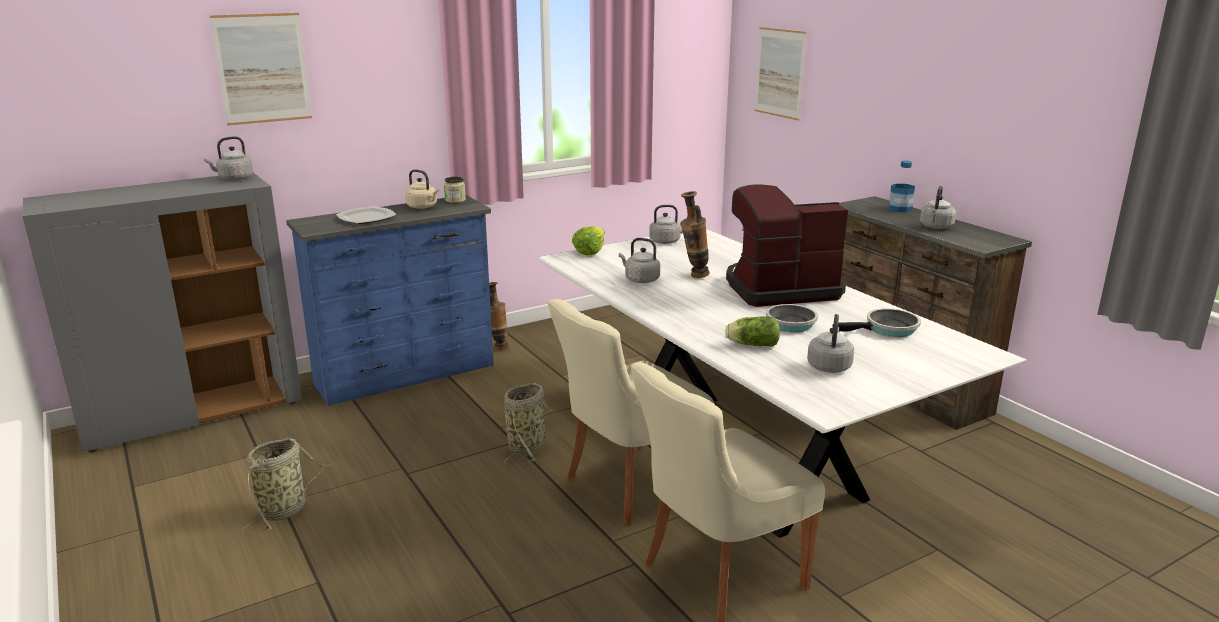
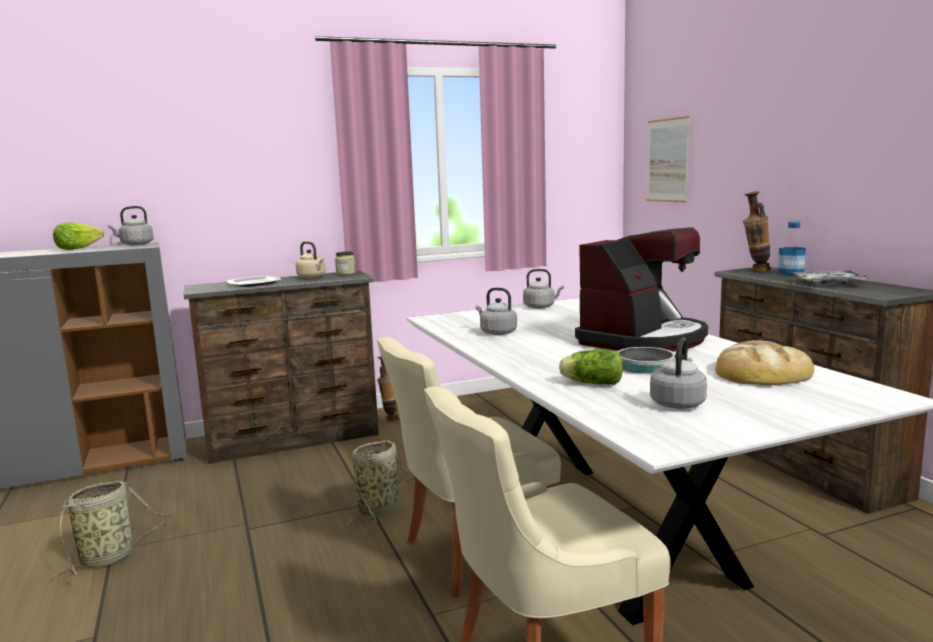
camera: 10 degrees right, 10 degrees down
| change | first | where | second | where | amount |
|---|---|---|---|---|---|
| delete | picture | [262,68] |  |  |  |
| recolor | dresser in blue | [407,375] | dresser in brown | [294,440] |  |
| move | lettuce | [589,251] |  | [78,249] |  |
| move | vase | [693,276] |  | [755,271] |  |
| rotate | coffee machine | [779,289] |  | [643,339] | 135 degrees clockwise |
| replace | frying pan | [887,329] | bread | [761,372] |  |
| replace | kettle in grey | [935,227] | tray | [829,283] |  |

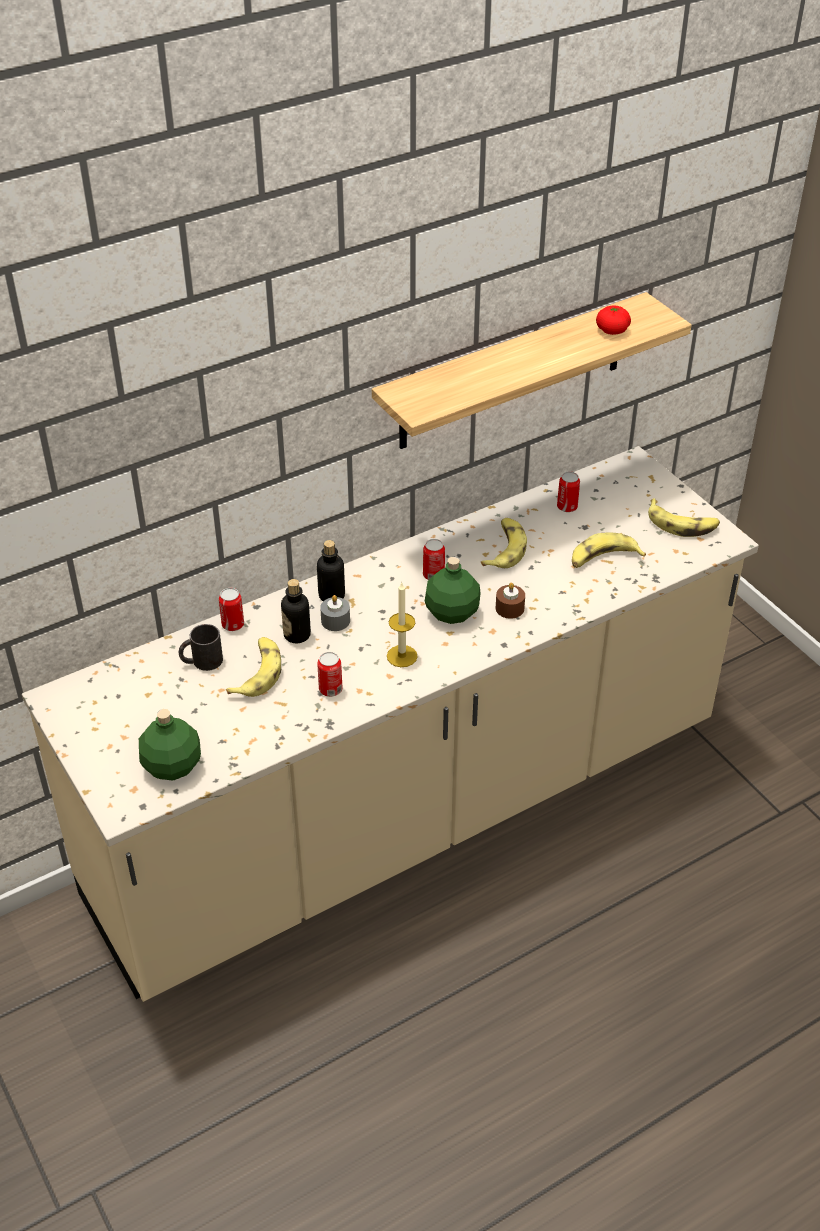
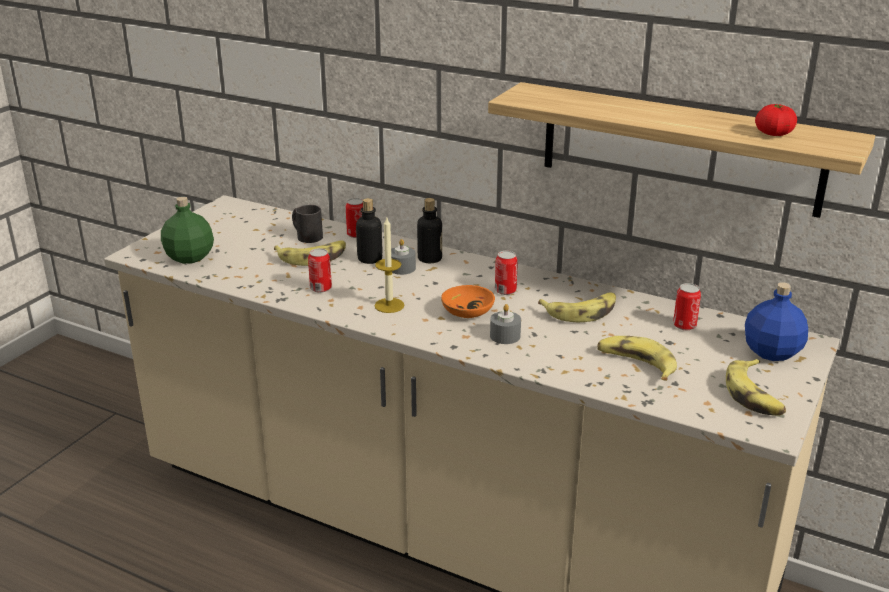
camera: 60 degrees right, 15 degrees down
| change | first | where | second | where | amount |
|---|---|---|---|---|---|
| replace | bottle in green | [451,613] | bowl in orange | [467,311] |  |
| recolor | candle in brown | [509,608] | candle in grey | [505,336] |  |
| insert |  |  | bottle in blue | [771,351] |  |

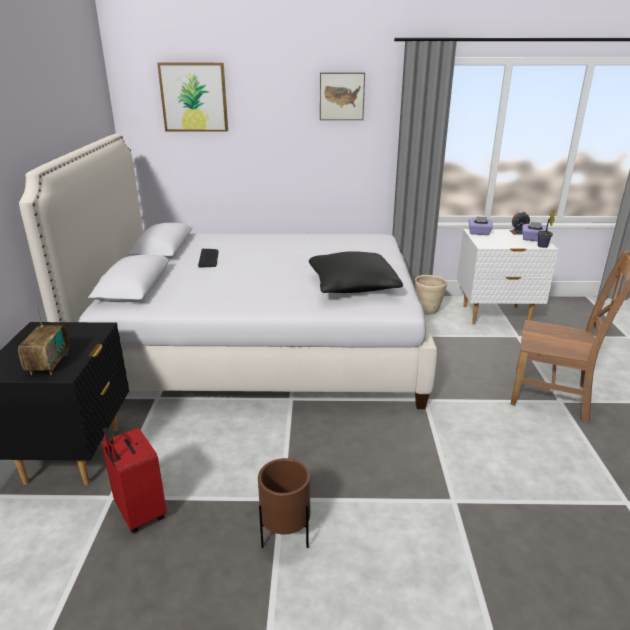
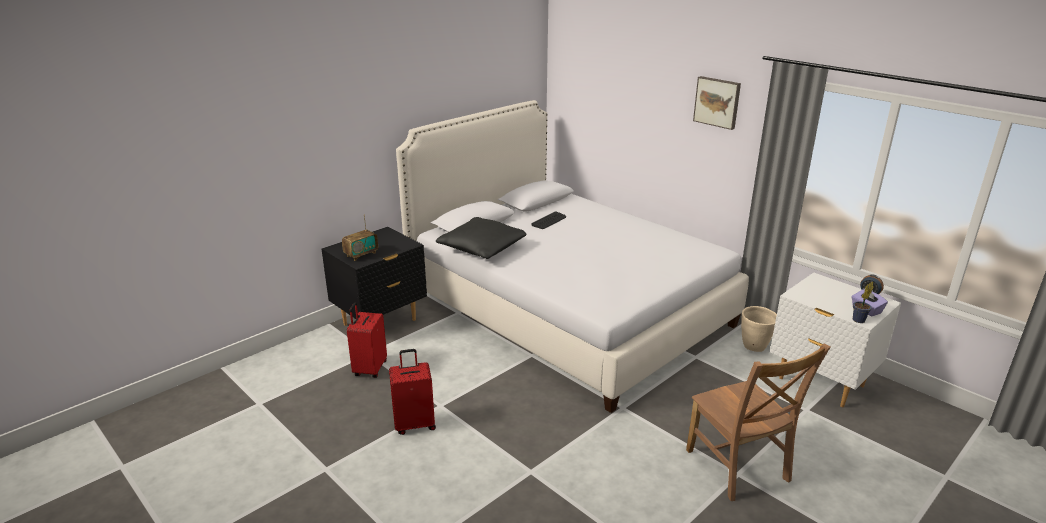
camera: 45 degrees right, 0 degrees up
| change | first | where | second | where | amount |
|---|---|---|---|---|---|
| delete | picture | [194,97] |  |  |  |
| replace | planter in brown | [286,537] | suitcase in red | [415,424] |  |
| move | pillow in black | [352,286] |  | [481,248] |  |
| delete | tissue box in purple | [479,233] |  |  |  |

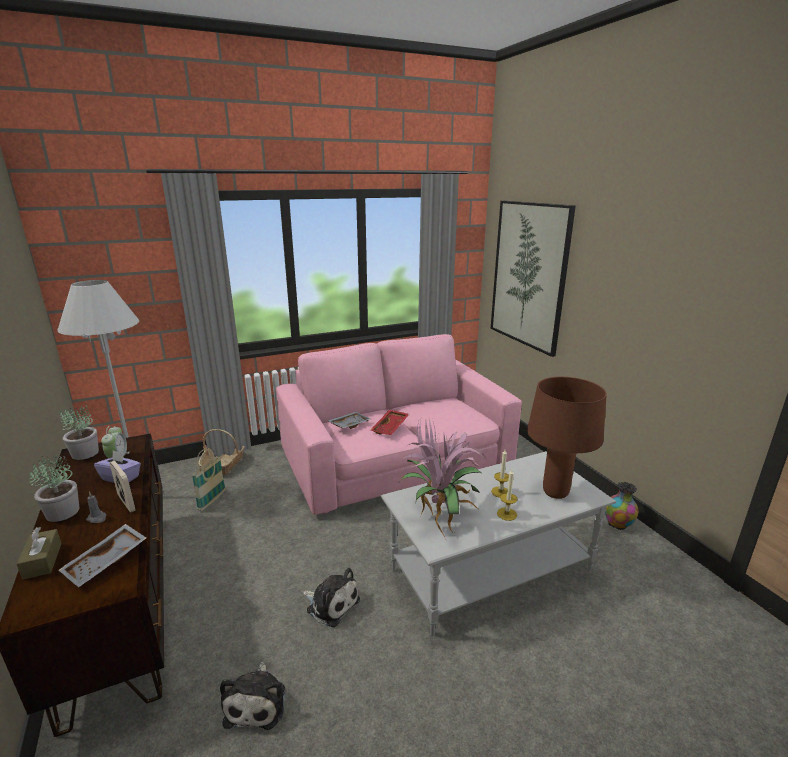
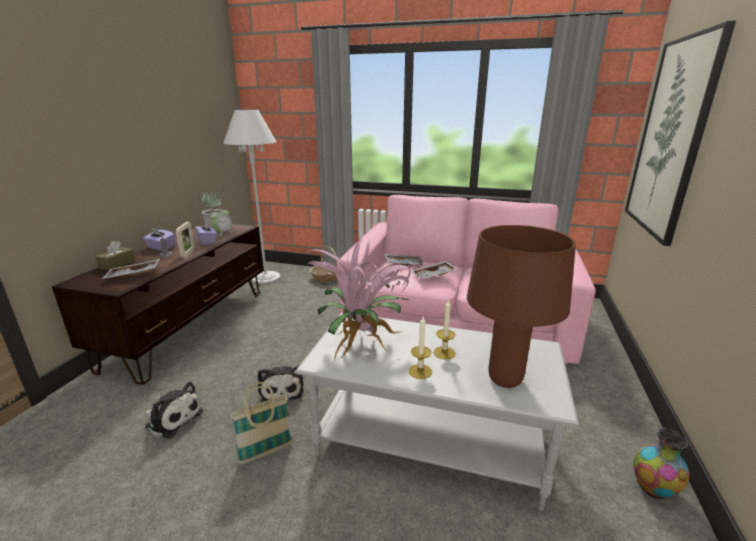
camera: 40 degrees right, 0 degrees up
| change | first | where | second | where | amount |
|---|---|---|---|---|---|
| replace | potted plant | [63,512] | tissue box in purple | [160,248] |  |
| move | basket | [212,500] |  | [265,452] |  |
| rotate | plush toy | [257,701] |  | [173,418] | 105 degrees counterclockwise |
| recolor | tray in red | [390,427] | tray in grey | [434,275] |  |

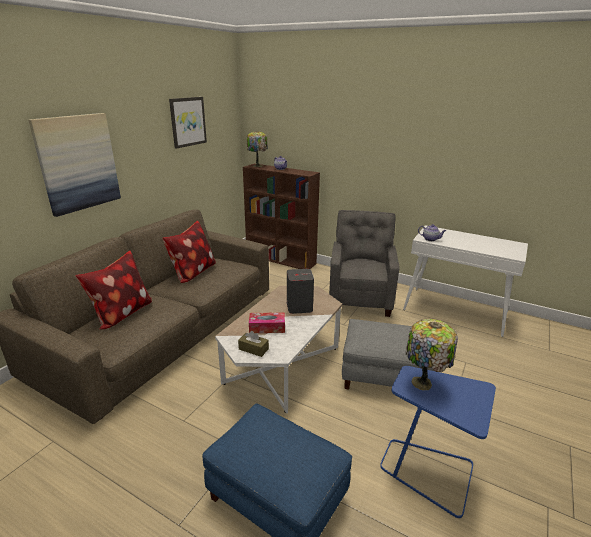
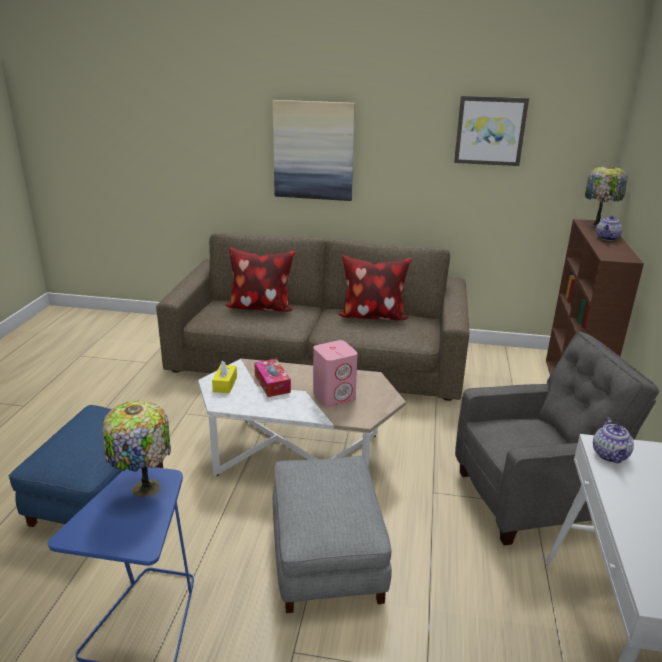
camera: 70 degrees right, 0 degrees up
| change | first | where | second | where | amount |
|---|---|---|---|---|---|
| recolor | tissue box in brown | [253,349] | tissue box in yellow | [225,384] |  |
| recolor | speaker in grey | [299,307] | speaker in pink | [334,396] |  |

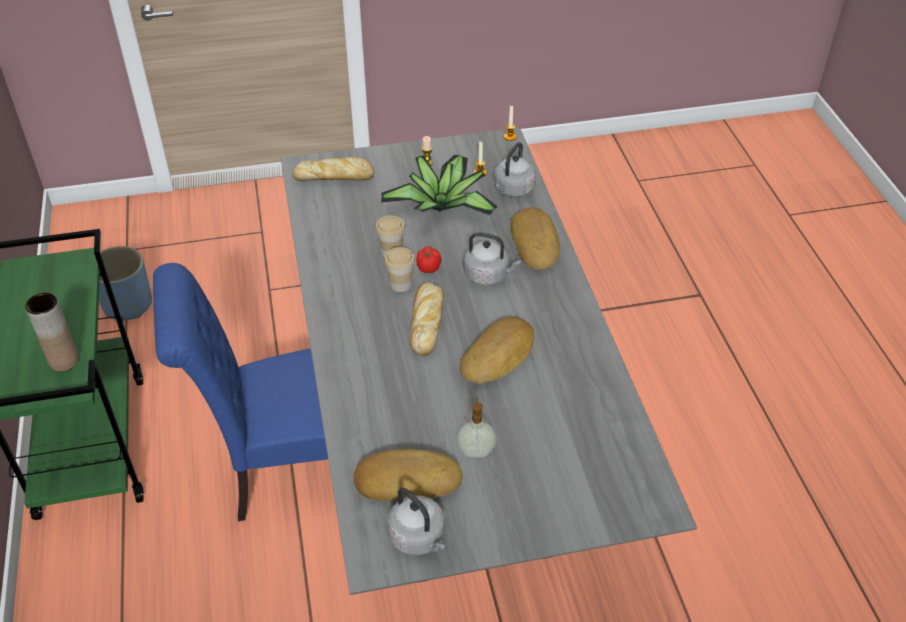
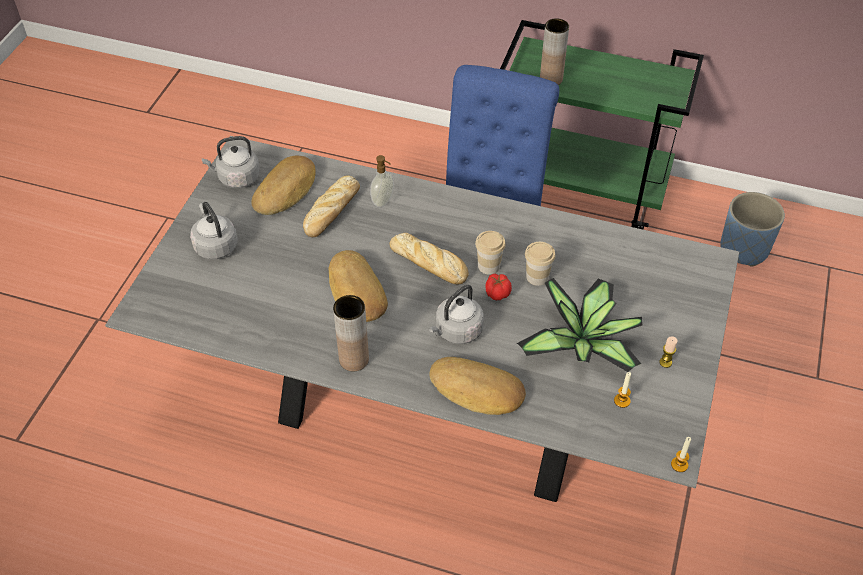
camera: 120 degrees right, 5 degrees up
| change | first | where | second | where | amount |
|---|---|---|---|---|---|
| move | bread | [335,176] |  | [331,212] |  |
| move | soap dispenser | [476,451] |  | [383,201] |  |
| move | kettle in grey | [512,190] |  | [215,245] |  |
| insert |  |  | vase in brown | [354,359] |  |

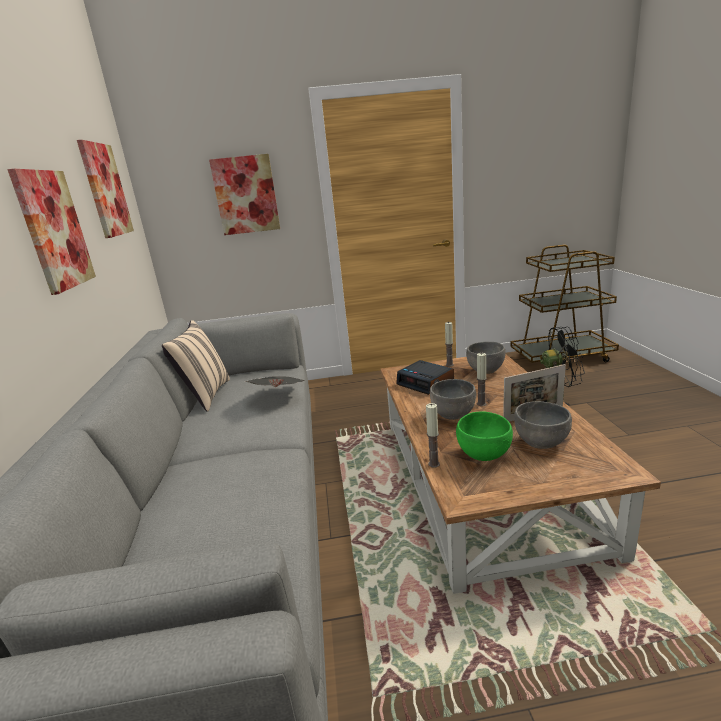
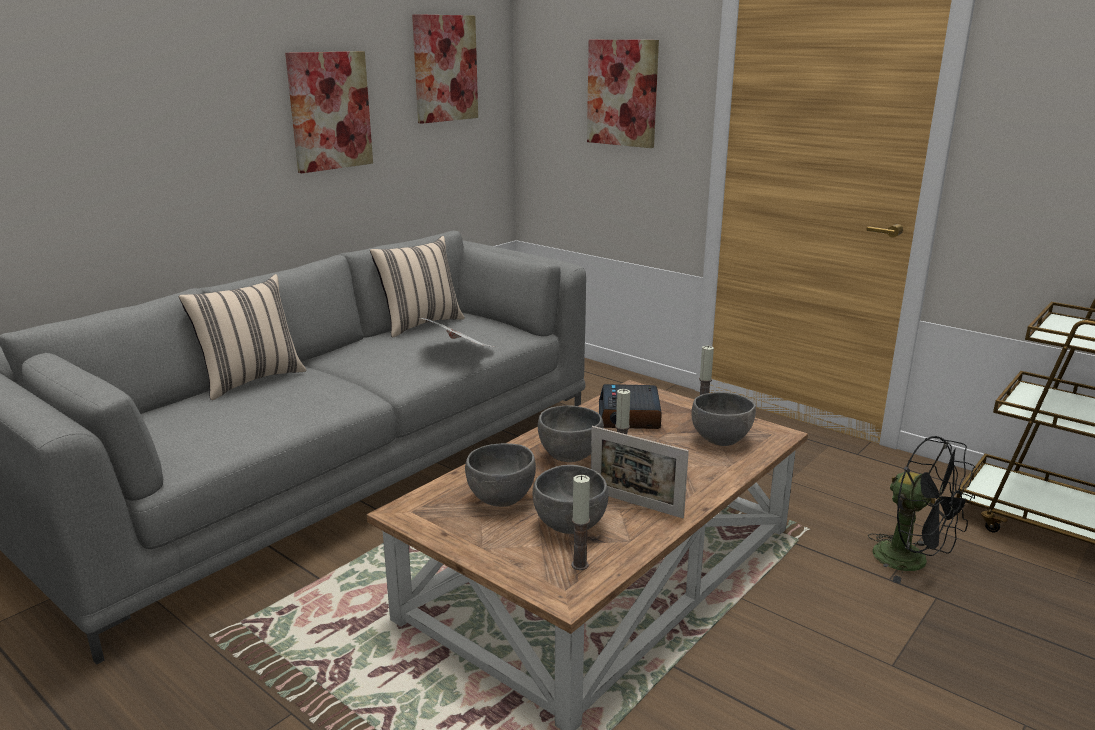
camera: 45 degrees right, 0 degrees up
| change | first | where | second | where | amount |
|---|---|---|---|---|---|
| move | candle | [434,464] |  | [579,565] |  |
| recolor | bowl in green | [483,455] | bowl in grey | [501,499] |  |
| insert |  |  | pillow in beige | [250,380] |  |

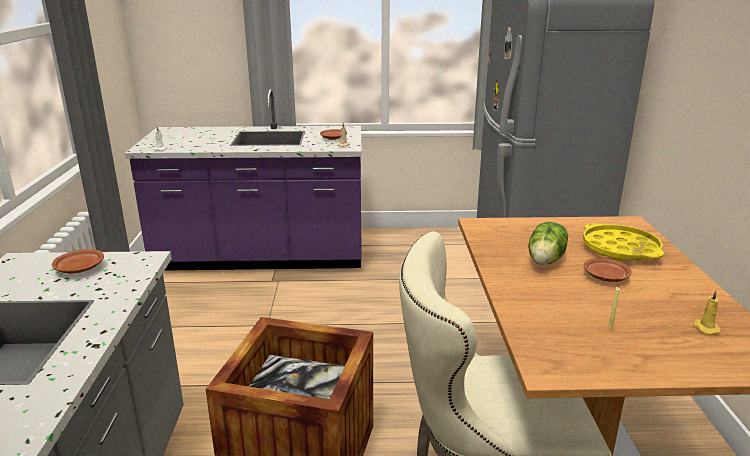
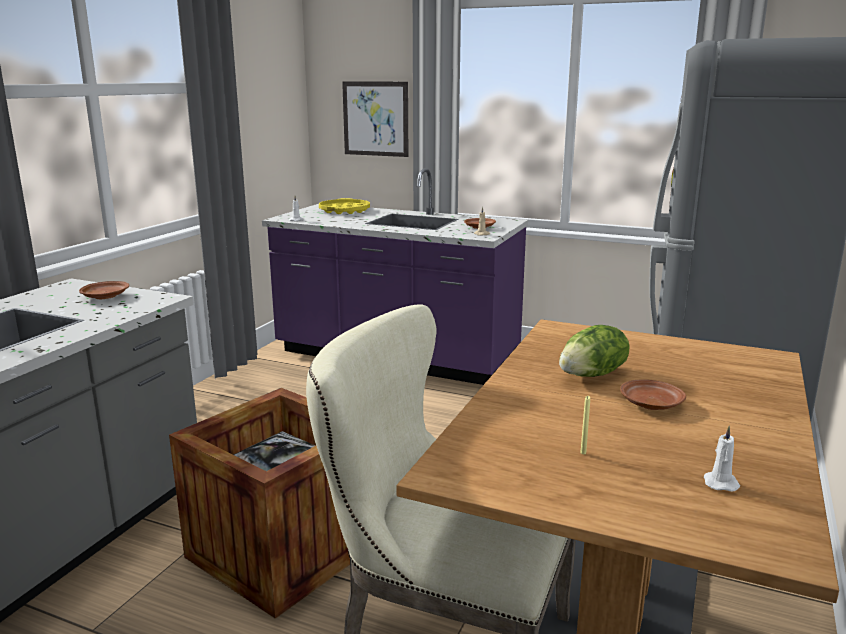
camera: 25 degrees right, 5 degrees down
| change | first | where | second | where | amount |
|---|---|---|---|---|---|
| move | tray in yellow | [620,249] |  | [344,211] |  |
| recolor | candle in yellow | [705,328] | candle in white | [720,482] |  |
| insert |  |  | picture | [375,119] |  |

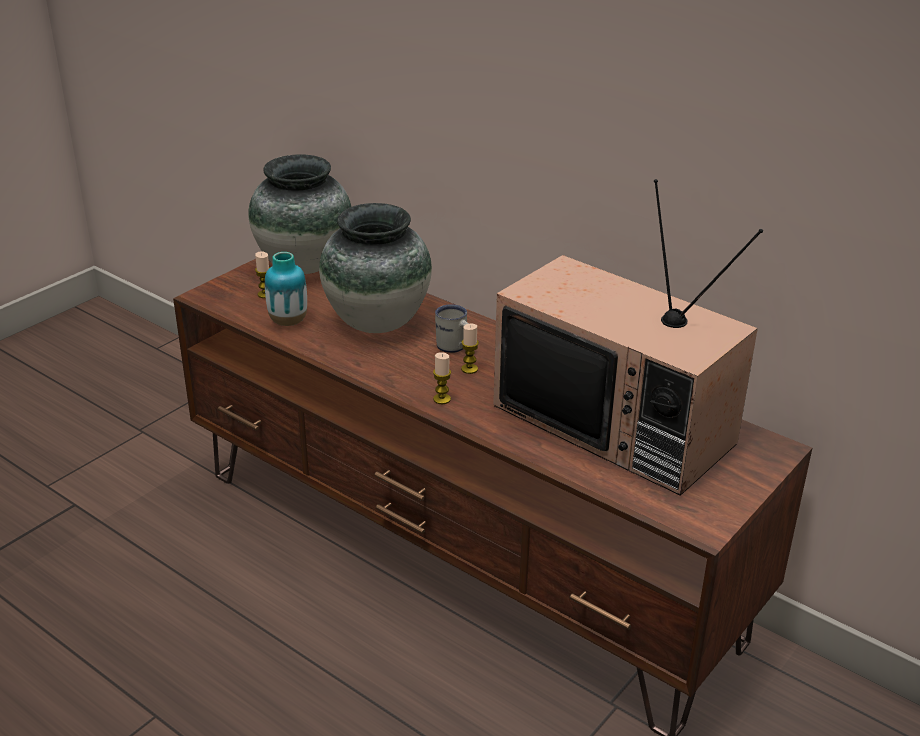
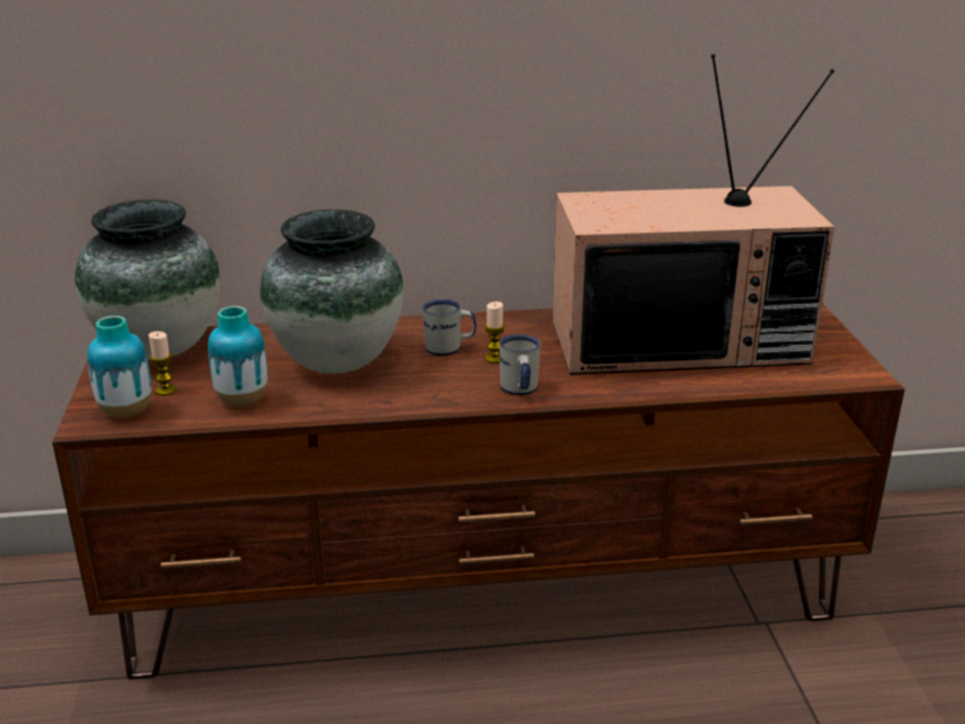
camera: 45 degrees left, 5 degrees down
| change | first | where | second | where | amount |
|---|---|---|---|---|---|
| replace | candle | [442,399] | mug in white | [519,391] |  |
| insert |  |  | vase | [126,412] |  |

